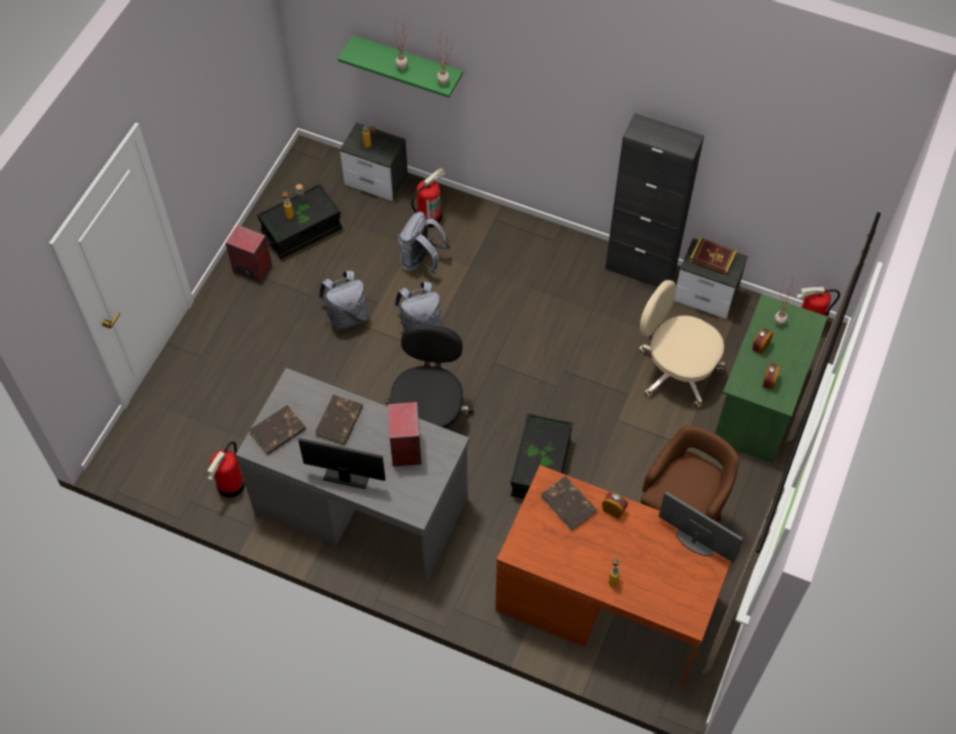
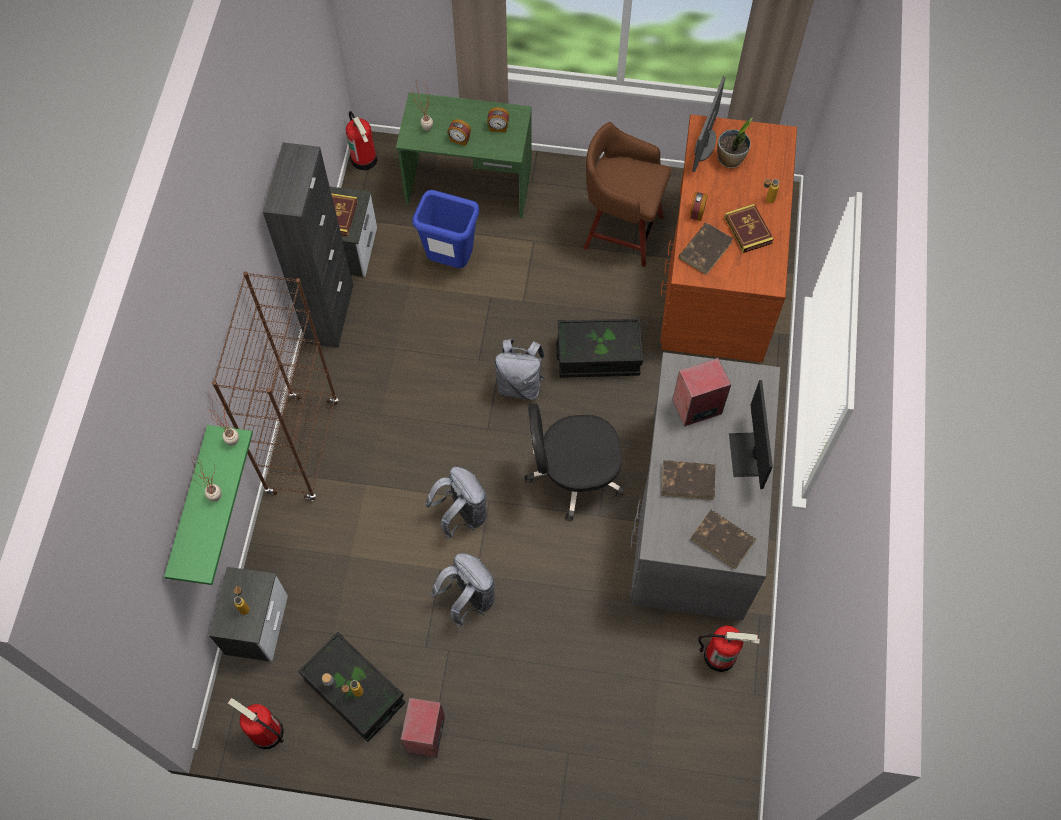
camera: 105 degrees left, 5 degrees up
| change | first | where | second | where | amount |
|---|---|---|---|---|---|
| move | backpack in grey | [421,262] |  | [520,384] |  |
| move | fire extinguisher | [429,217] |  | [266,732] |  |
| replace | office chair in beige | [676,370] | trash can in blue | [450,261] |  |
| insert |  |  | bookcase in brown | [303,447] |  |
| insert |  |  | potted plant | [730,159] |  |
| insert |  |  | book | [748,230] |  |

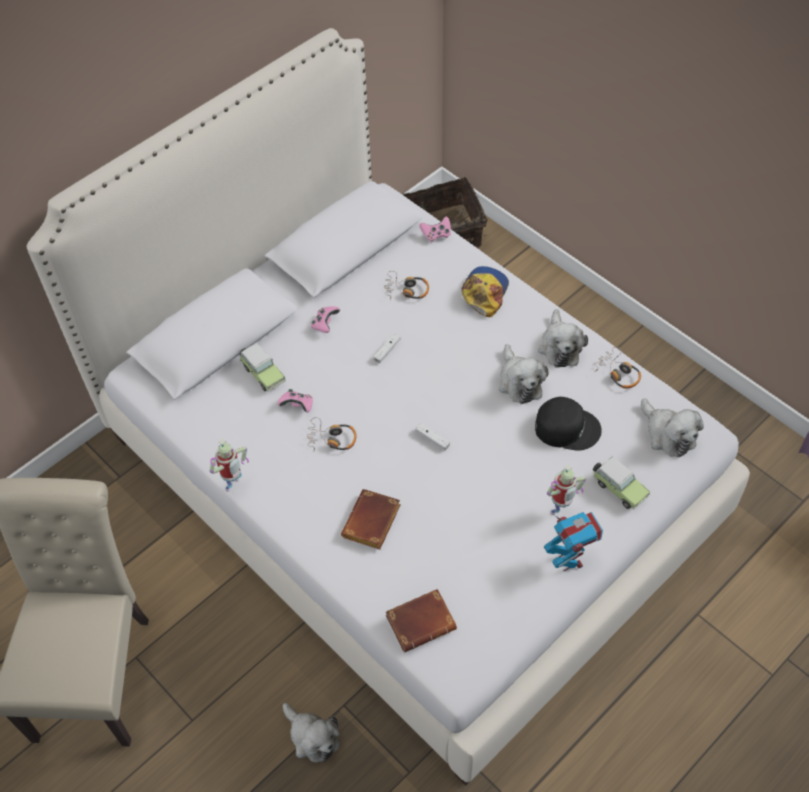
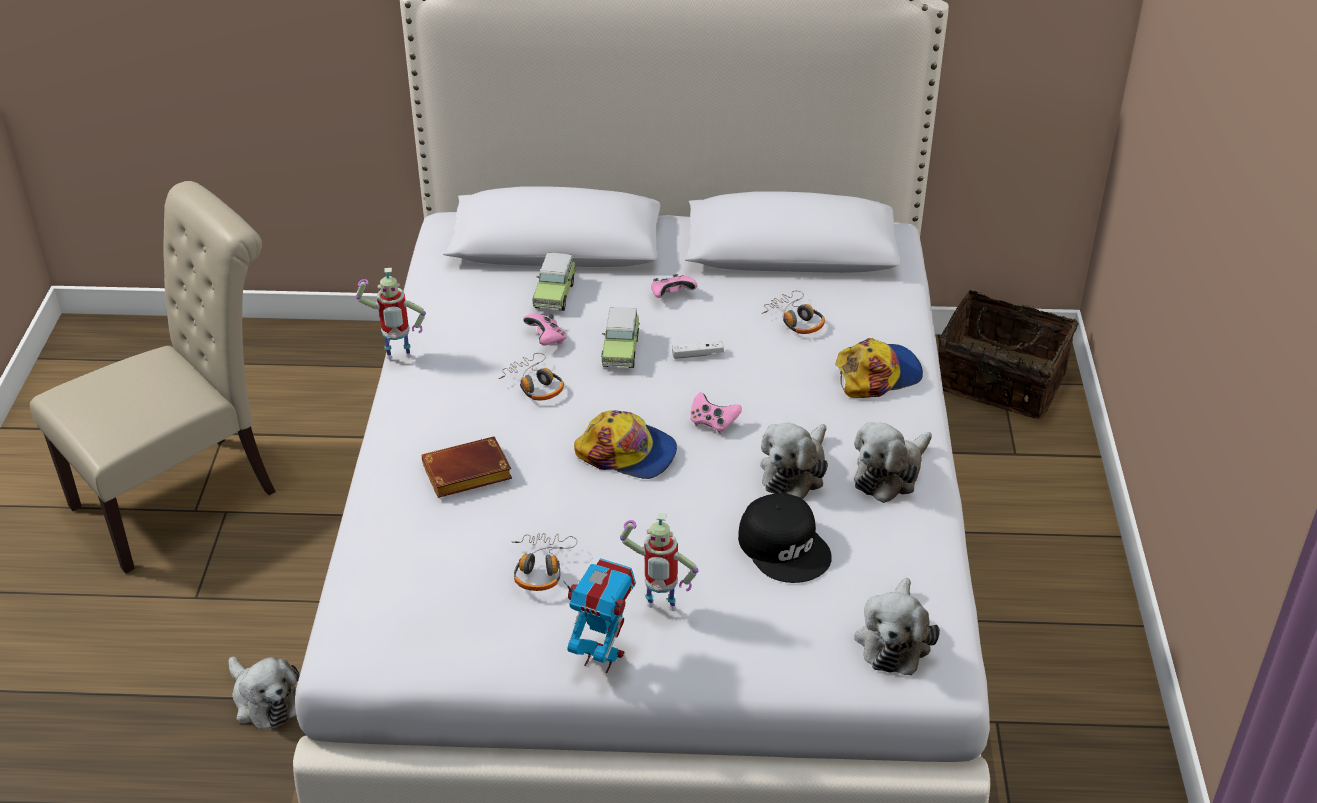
camera: 45 degrees right, 15 degrees down
| change | first | where | second | where | amount |
|---|---|---|---|---|---|
| rotate | plush toy | [312,737] |  | [263,701] | 45 degrees counterclockwise |
| delete | book in brown | [421,621] |  |  |  |
| replace | game controller in white | [432,439] | cap | [627,453] |  |
| move | game controller in pink | [436,235] |  | [712,423] |  |
| rotate | toy robot | [569,560] |  | [602,657] | 90 degrees counterclockwise |
| move | toy car | [618,488] |  | [621,350] |  |
| move | headphones | [618,373] |  | [541,567] |  |

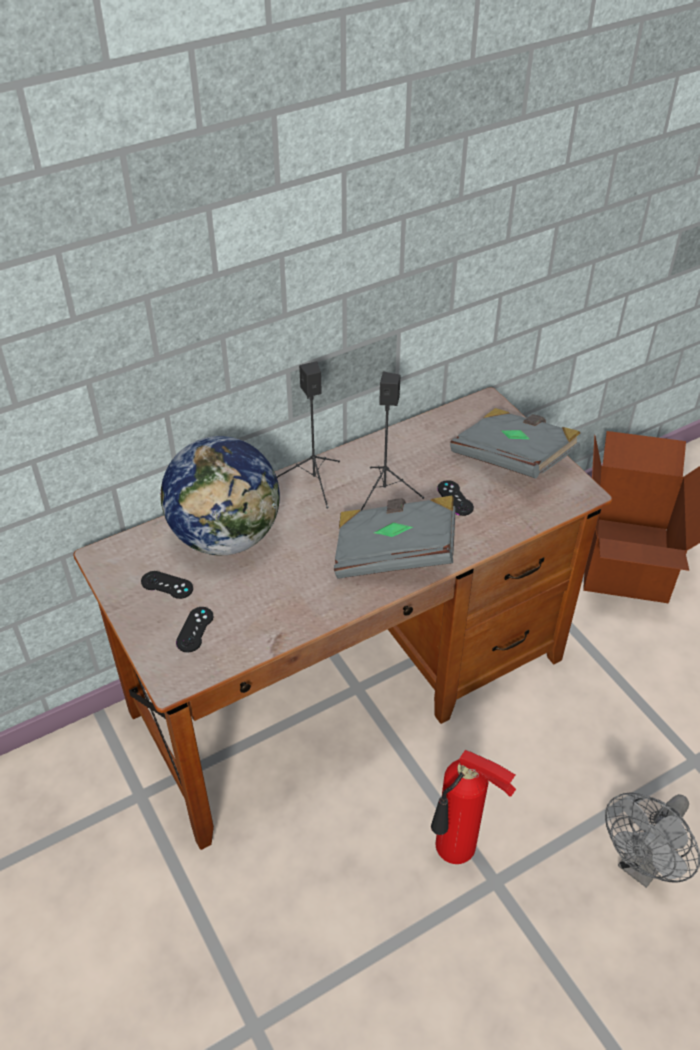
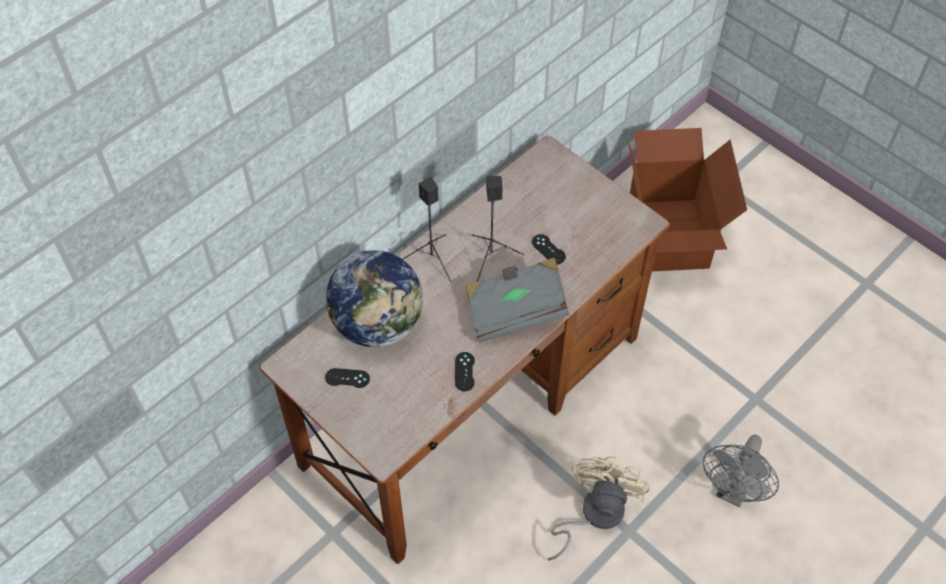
camera: 15 degrees left, 10 degrees up
| change | first | where | second | where | amount |
|---|---|---|---|---|---|
| move | game controller in black | [195,629] |  | [464,371] |  |
| replace | fire extinguisher | [456,850] | fan in beige | [593,514] |  |
| delete | book in grey | [512,459] |  |  |  |

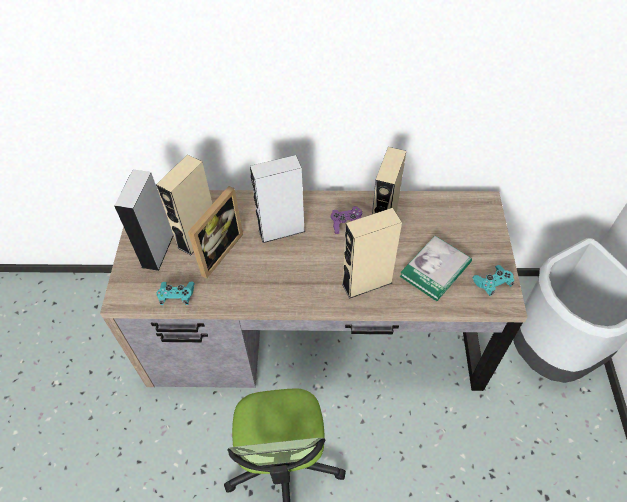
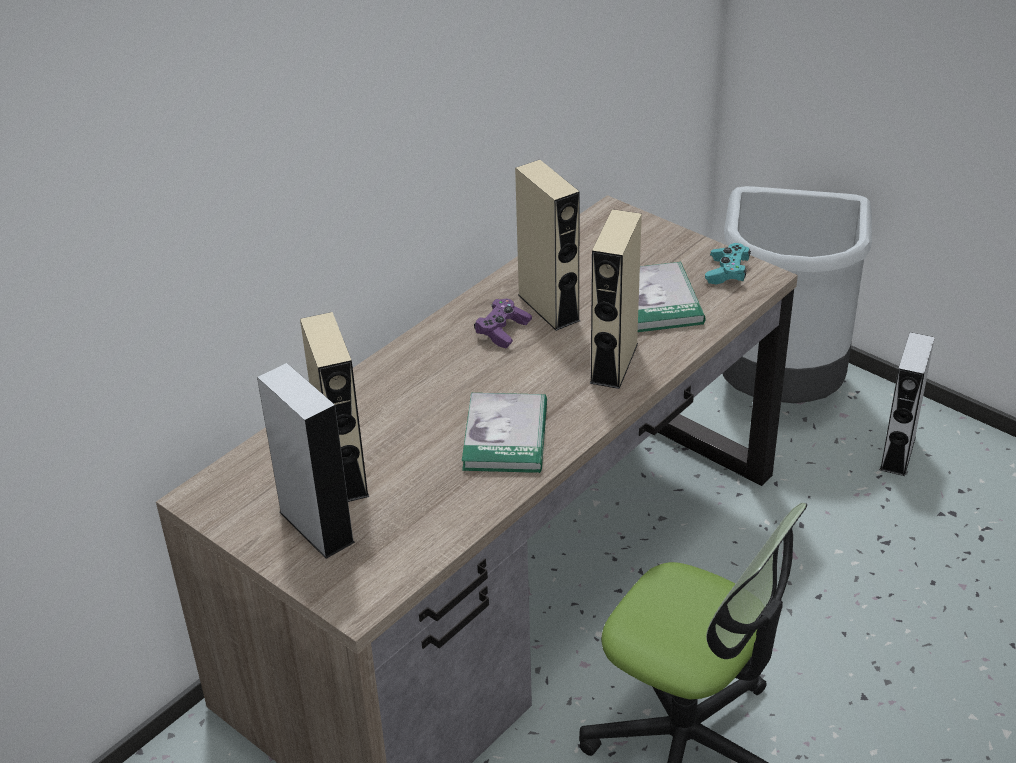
camera: 50 degrees left, 15 degrees down
| change | first | where | second | where | amount |
|---|---|---|---|---|---|
| delete | game controller in turquoise | [177,296] |  |  |  |
| delete | picture frame | [216,251] |  |  |  |
| move | speaker in grey | [281,230] |  | [897,453] |  |
| insert |  |  | book | [505,436] |  |

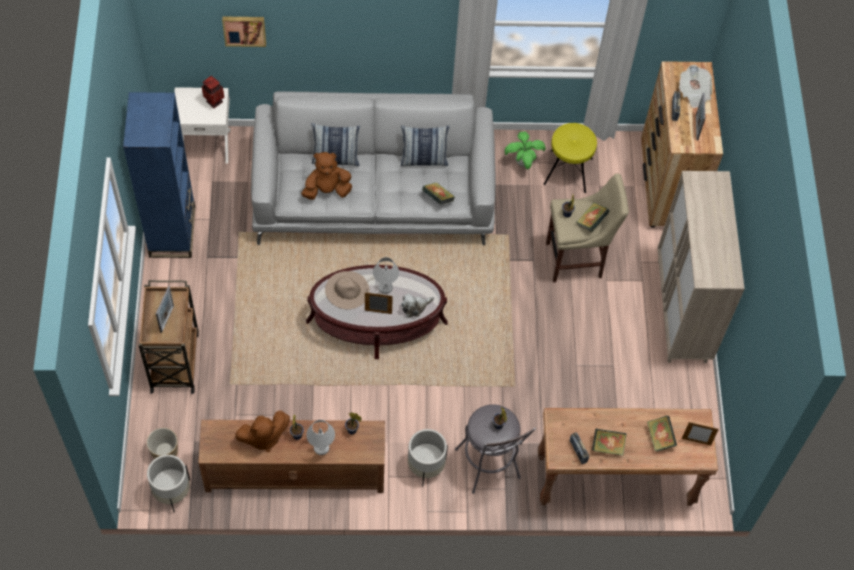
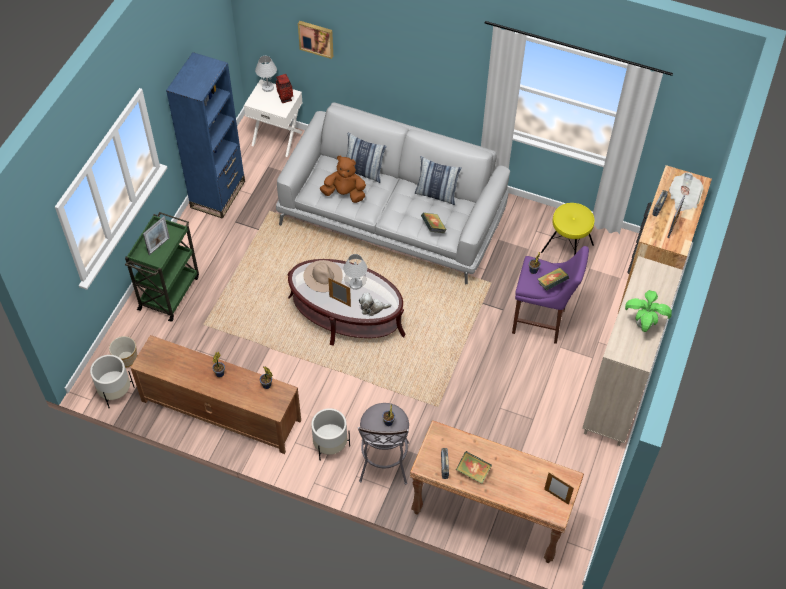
camera: 25 degrees right, 5 degrees down
| change | first | where | second | where | amount |
|---|---|---|---|---|---|
| recolor | cart in brown | [174,360] | cart in green | [169,292] |  |
| delete | plush toy in brown | [263,437] |  |  |  |
| move | table lamp in white | [321,447] |  | [268,87] |  |
| move | potted plant | [522,163] |  | [643,324] |  |
| recolor | stool in beige | [577,260] | stool in purple | [541,322] |  |
| delete | book | [660,438] |  |  |  |

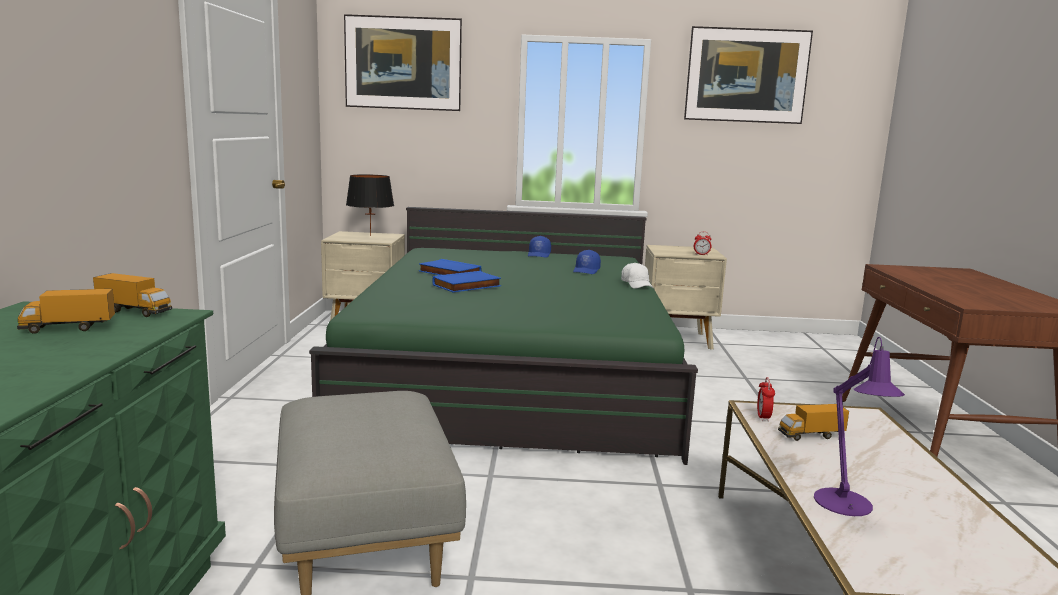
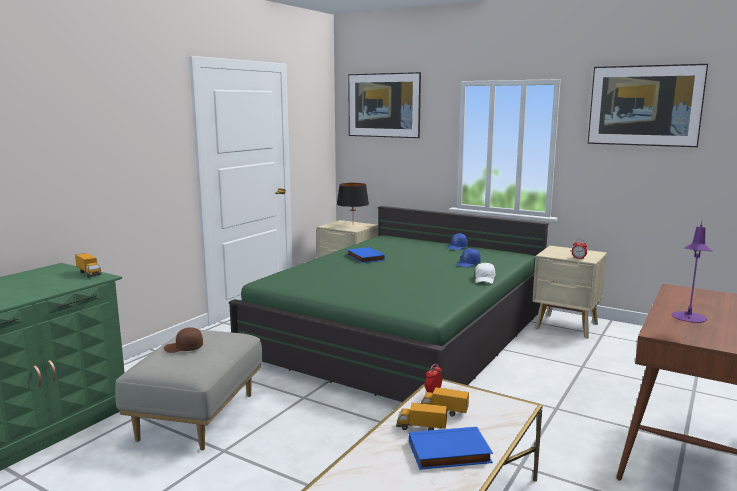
camera: 30 degrees right, 0 degrees up
| change | first | where | second | where | amount |
|---|---|---|---|---|---|
| move | toy truck | [68,329] |  | [421,428] |  |
| move | book in blue | [467,286] |  | [449,453] |  |
| move | table lamp in purple | [846,506] |  | [688,318] |  |
| insert |  |  | cap in brown | [183,348] |  |

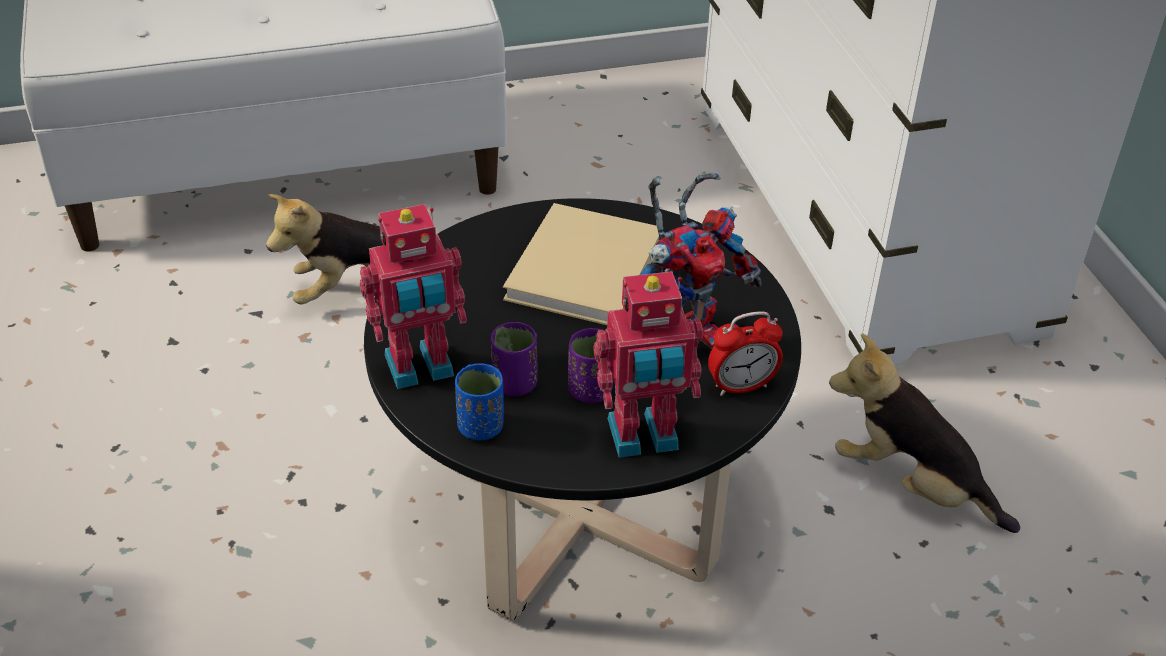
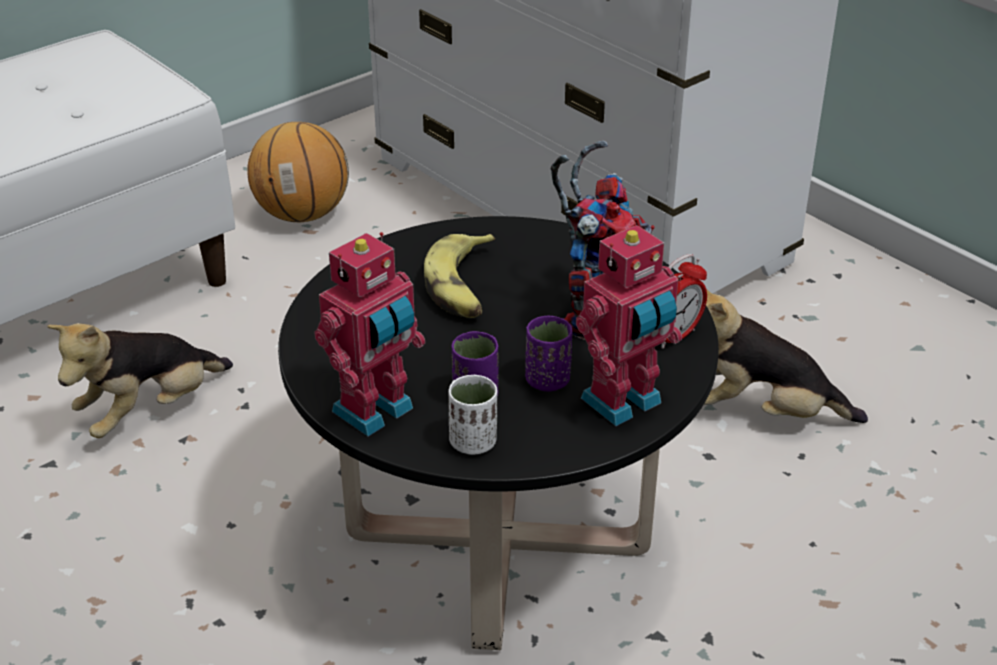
camera: 25 degrees left, 5 degrees down
| change | first | where | second | where | amount |
|---|---|---|---|---|---|
| recolor | cup in blue | [481,427] | cup in white | [473,443] |  |
| replace | book in beige | [583,273] | banana | [463,287] |  |
| insert |  |  | basketball | [302,214] |  |

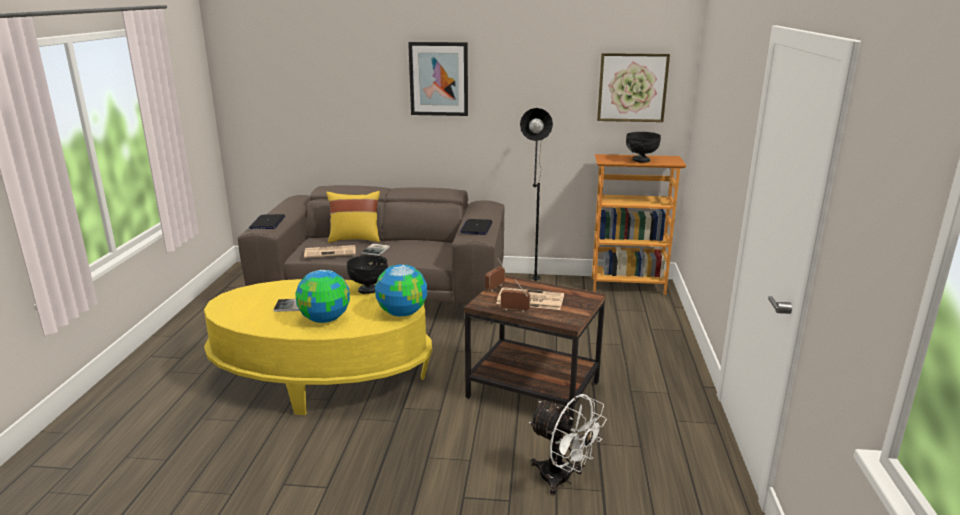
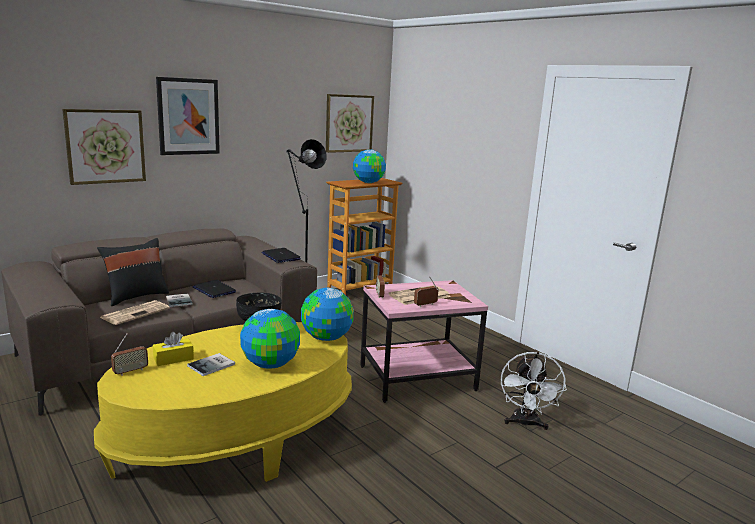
camera: 45 degrees left, 5 degrees down
| change | first | where | second | where | amount |
|---|---|---|---|---|---|
| move | laptop | [267,223] |  | [214,290] |  |
| recolor | pillow in yellow | [355,239] | pillow in black | [136,296] |  |
| recolor | side table in brown | [532,391] | side table in pink | [417,379] |  |
| rotate | fan in white | [562,479] |  | [525,424] | 105 degrees clockwise |
| replace | bowl in black | [640,160] | globe | [368,182] |  |
| insert |  |  | picture | [105,146] |  |
| insert |  |  | radio | [130,371] |  |
| insert |  |  | tissue box in yellow | [173,359] |  |

